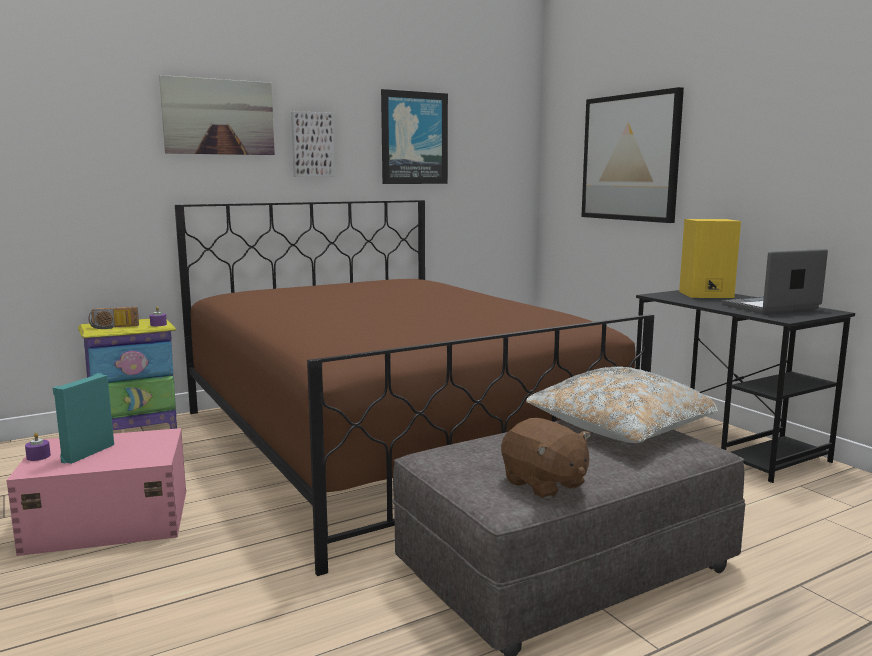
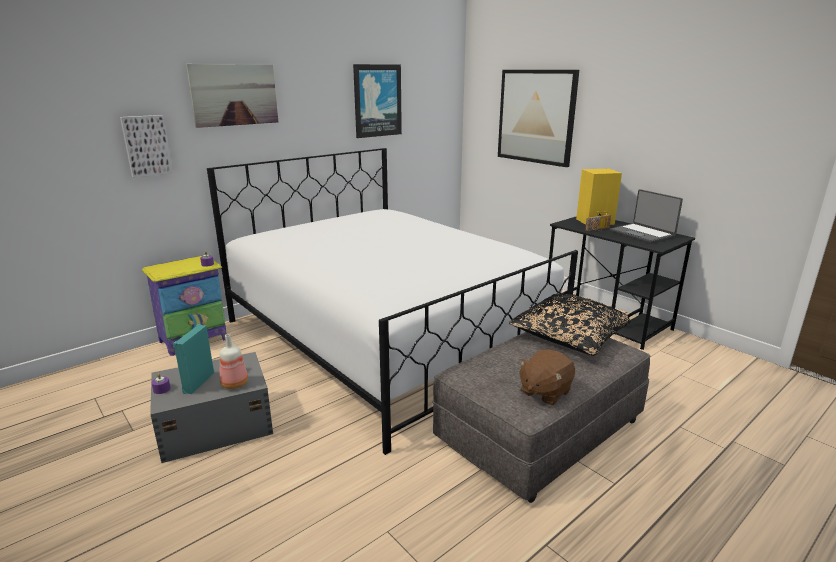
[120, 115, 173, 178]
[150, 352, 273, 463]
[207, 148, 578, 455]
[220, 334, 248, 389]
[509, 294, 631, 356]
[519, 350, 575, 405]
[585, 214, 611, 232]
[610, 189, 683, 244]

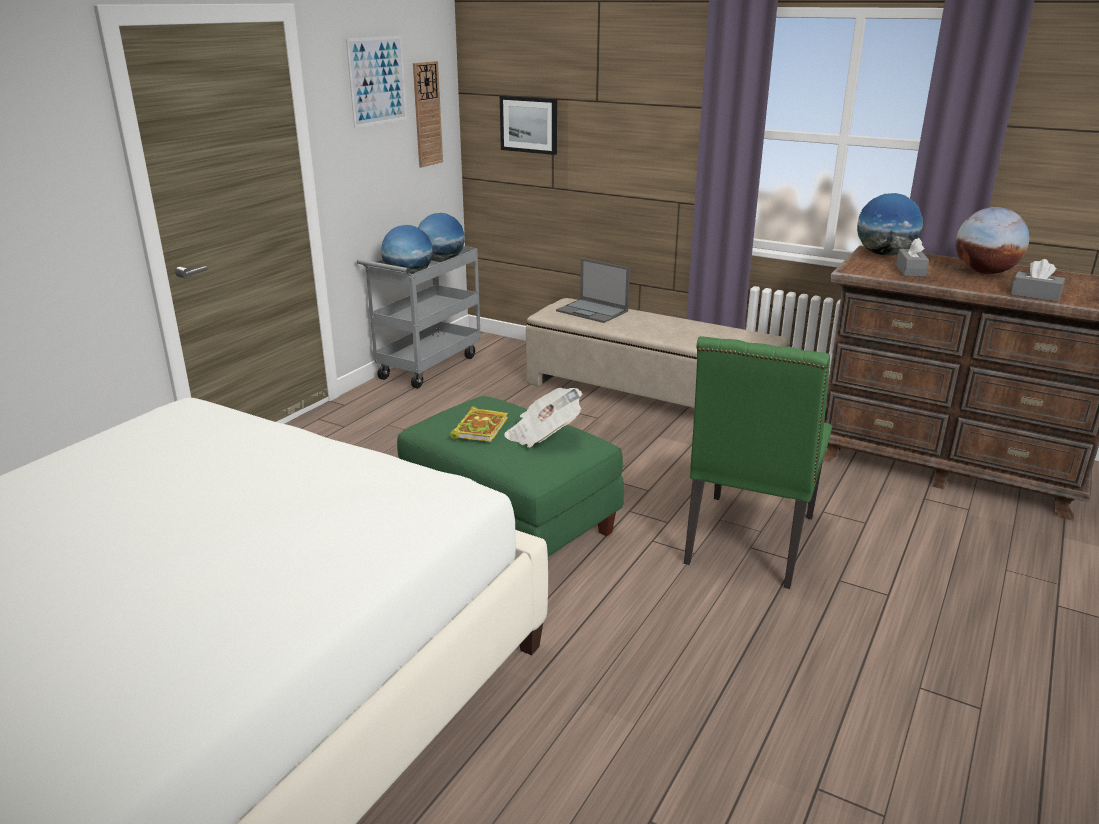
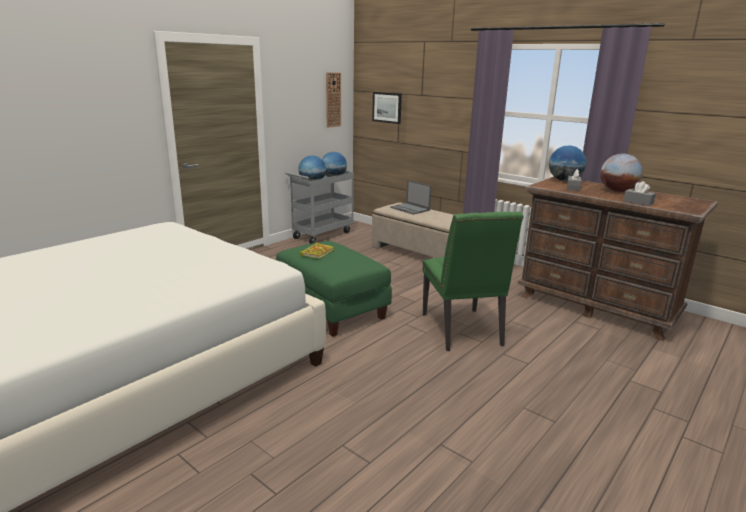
[422, 211, 524, 351]
[346, 36, 407, 128] (first image)
[504, 388, 582, 447] (first image)

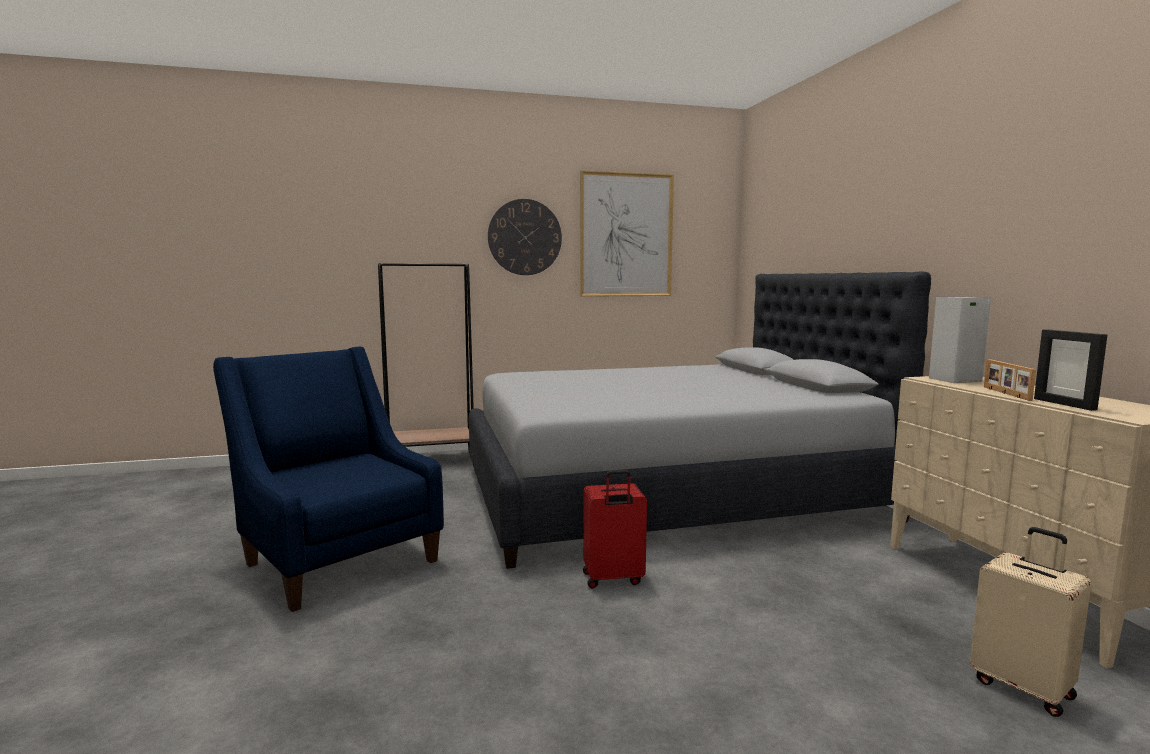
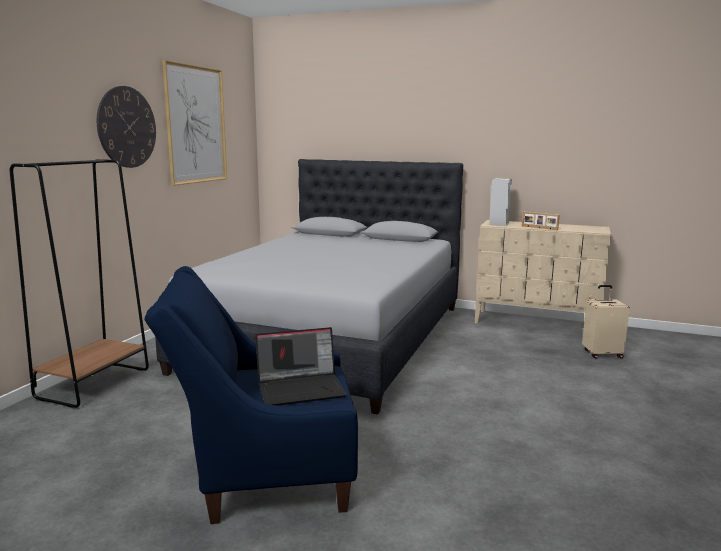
[255, 327, 347, 406]
[583, 470, 647, 588] (first image)
[1034, 329, 1107, 411] (first image)

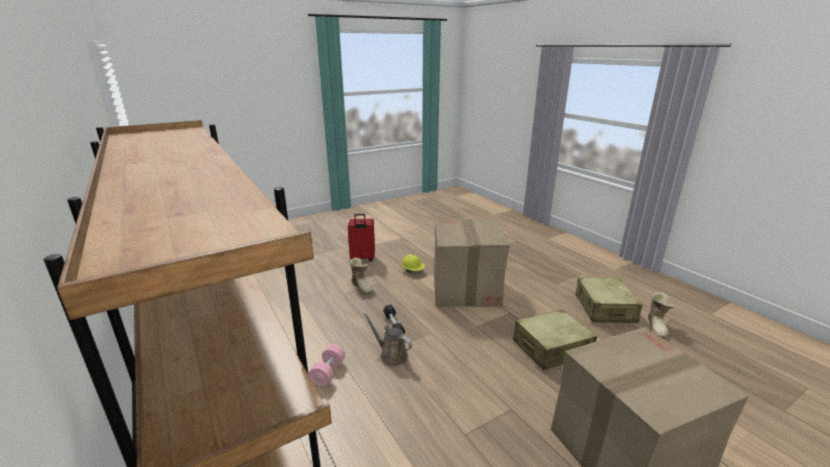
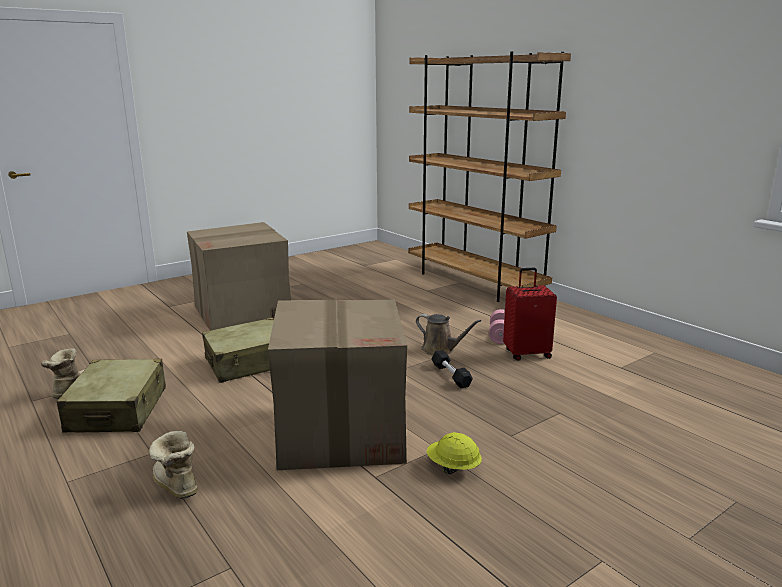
[149, 431, 198, 499]
[503, 268, 557, 361]

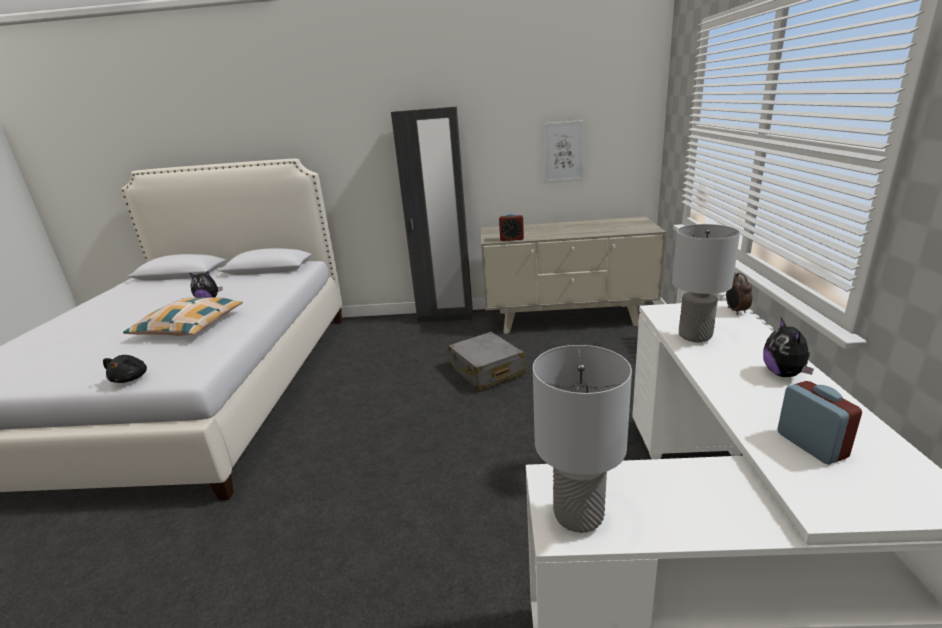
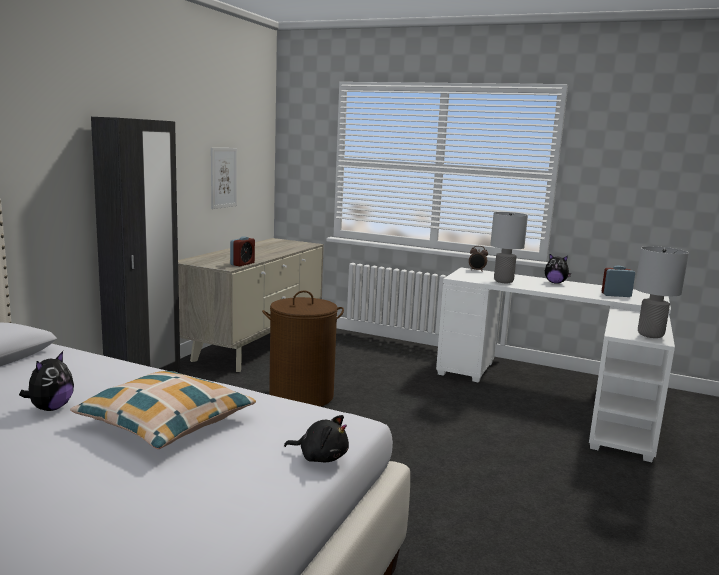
[262, 290, 344, 407]

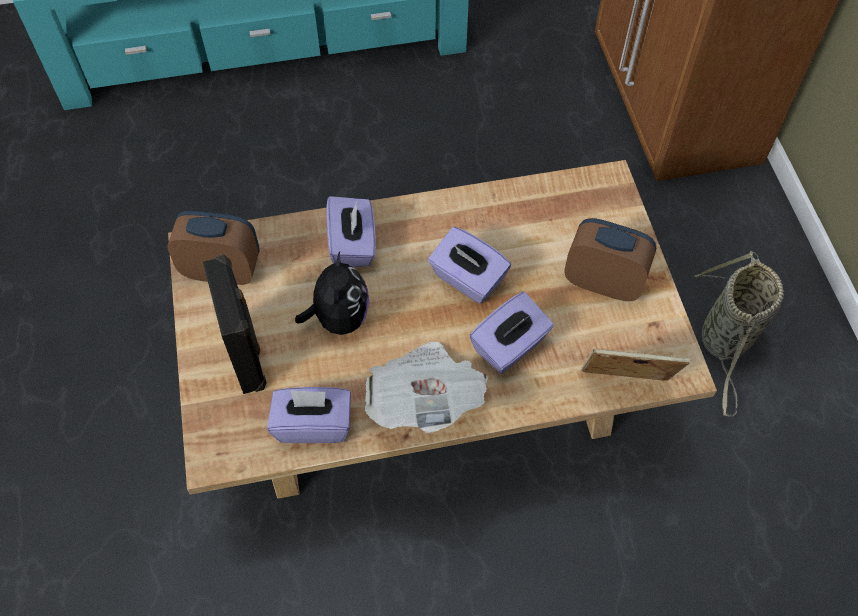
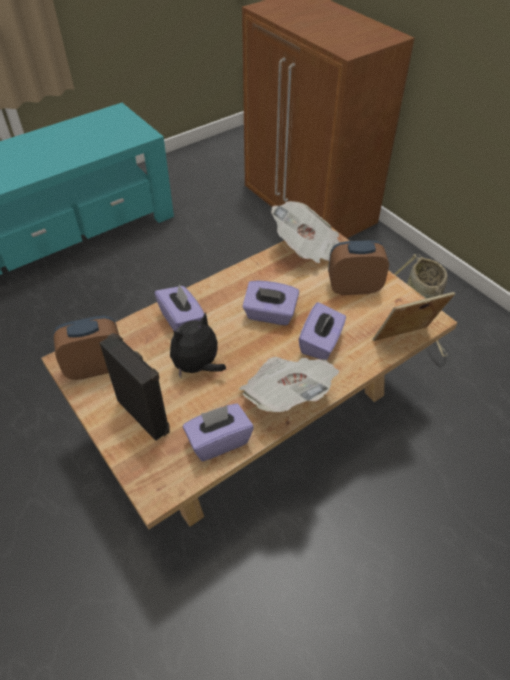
[170, 312, 226, 378]
[271, 201, 340, 263]

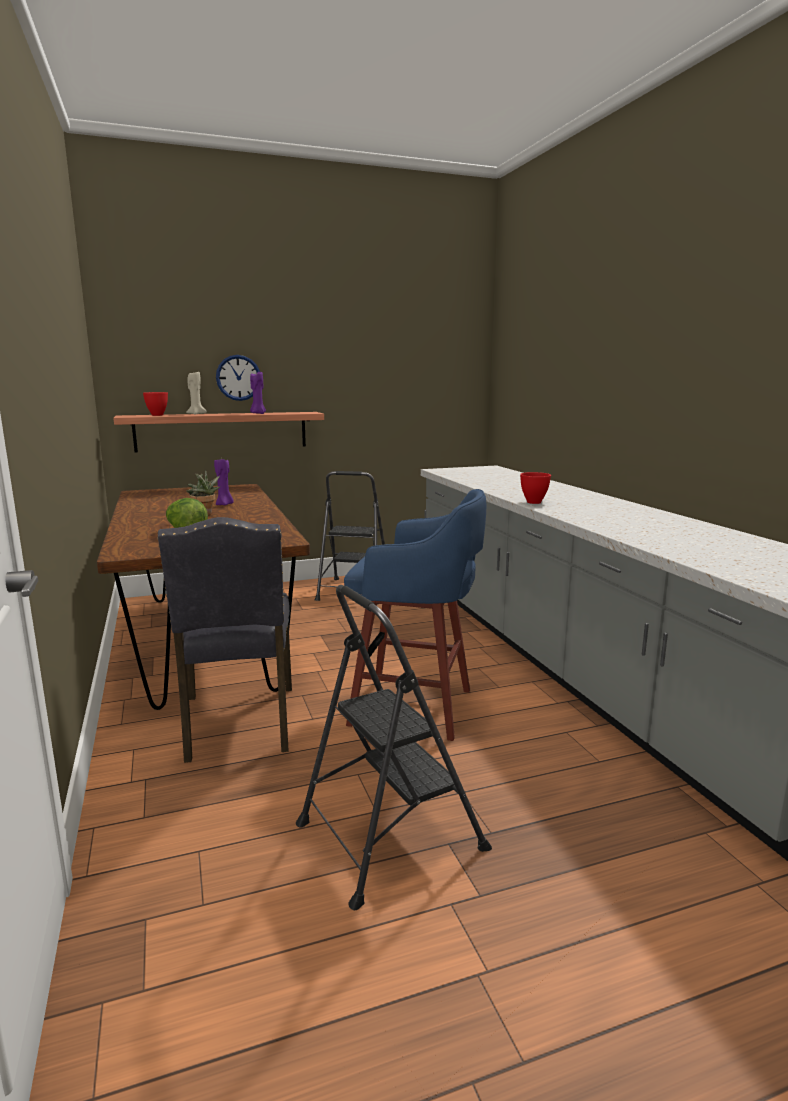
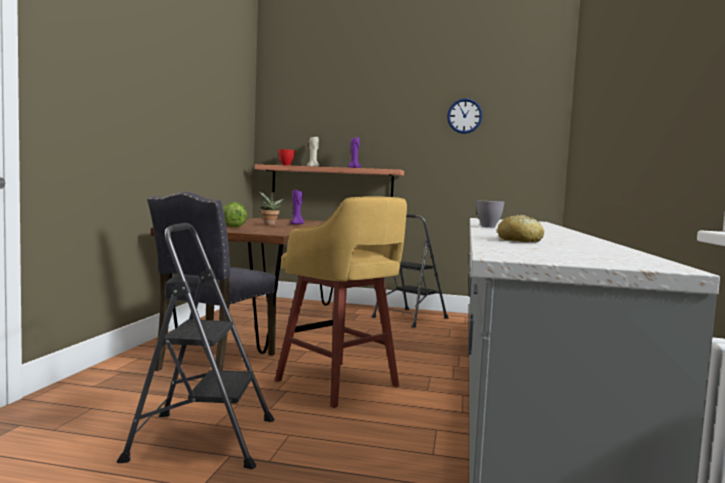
[275, 197, 407, 408]
[447, 98, 483, 134]
[476, 200, 504, 228]
[497, 215, 544, 242]

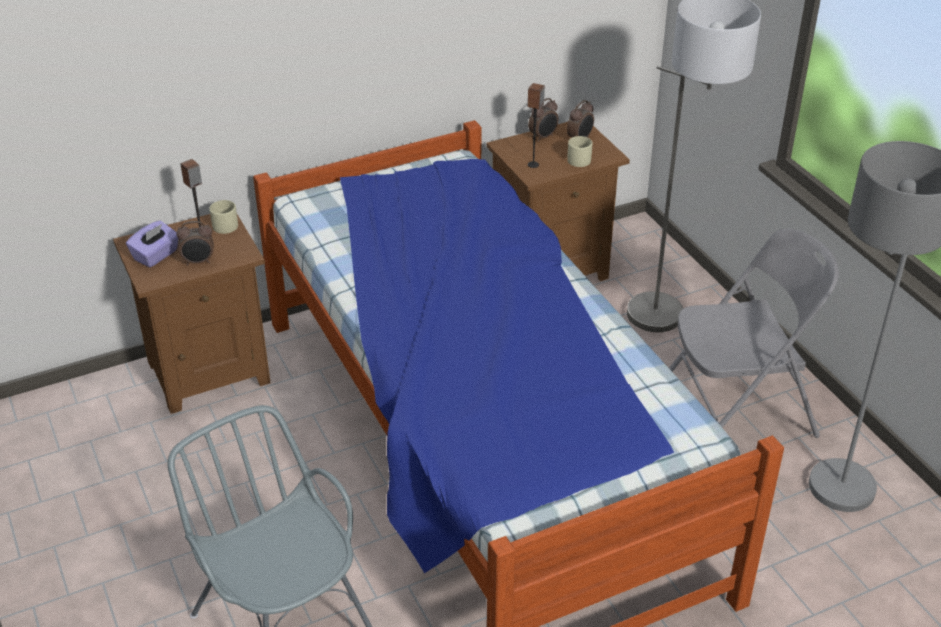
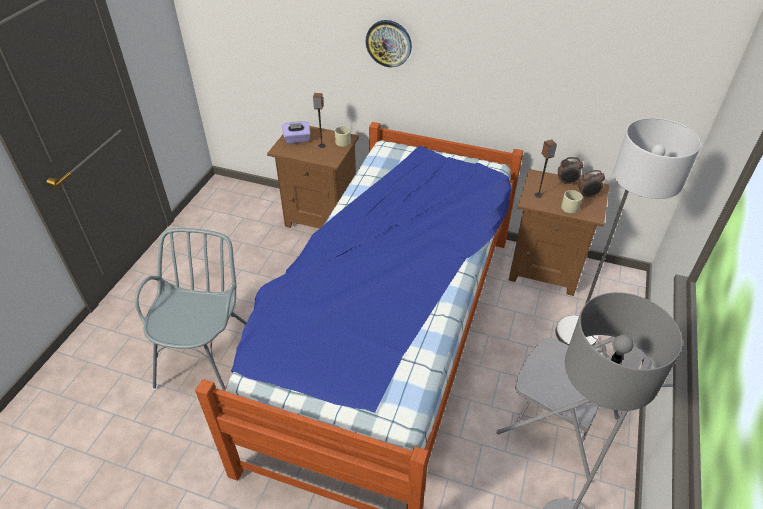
[366, 20, 412, 67]
[176, 221, 214, 266] (first image)

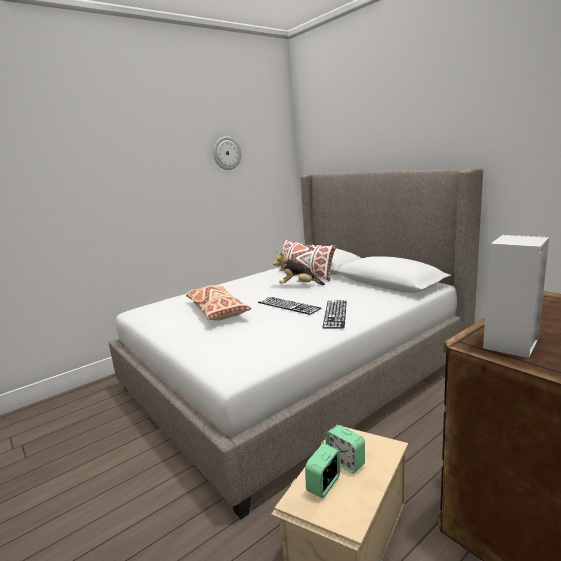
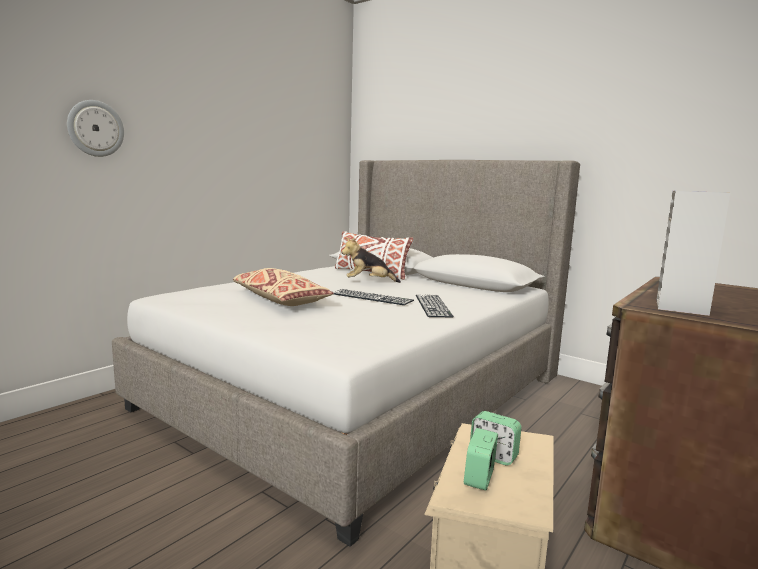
[67, 100, 124, 157]

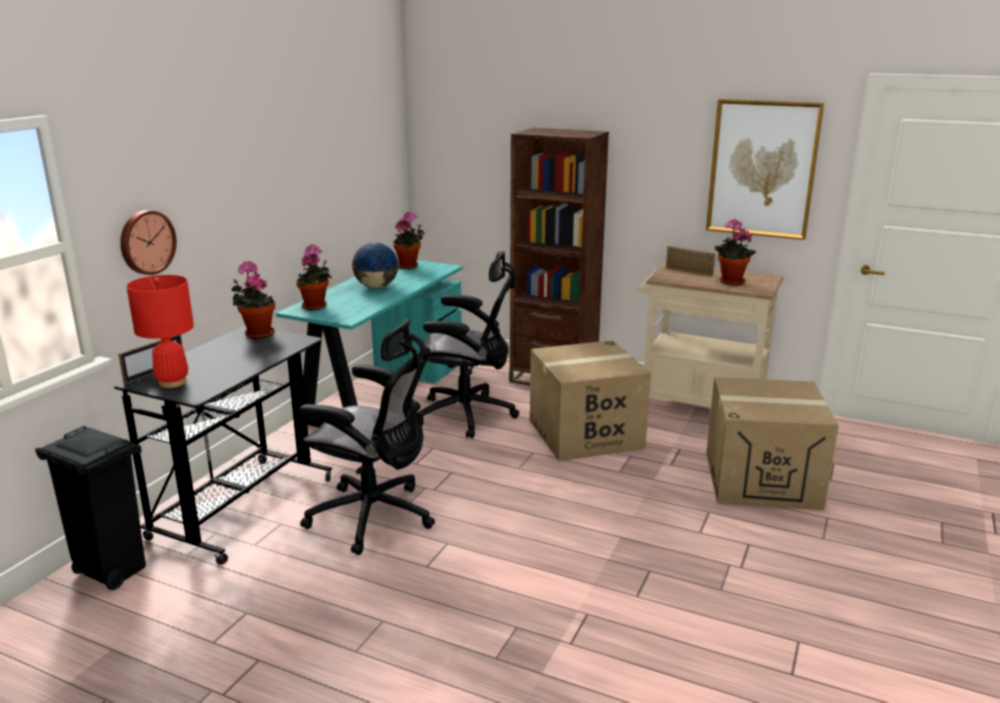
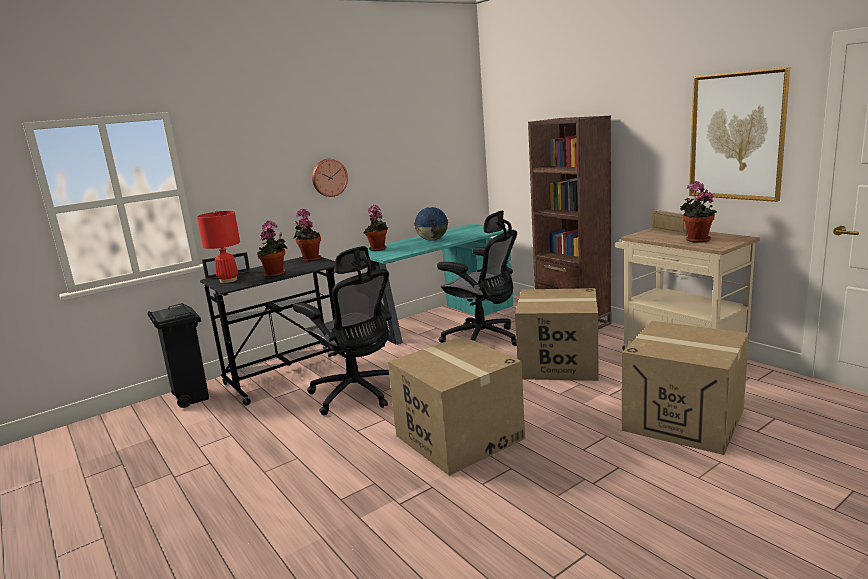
[257, 220, 288, 277]
[312, 159, 348, 197]
[388, 336, 525, 476]

